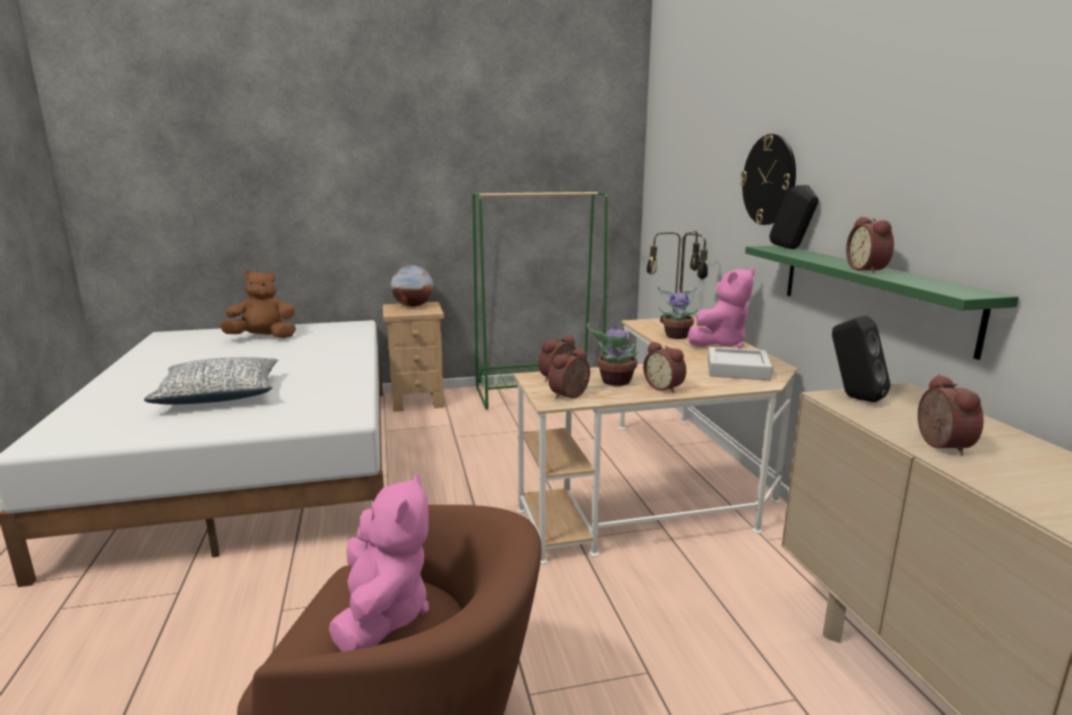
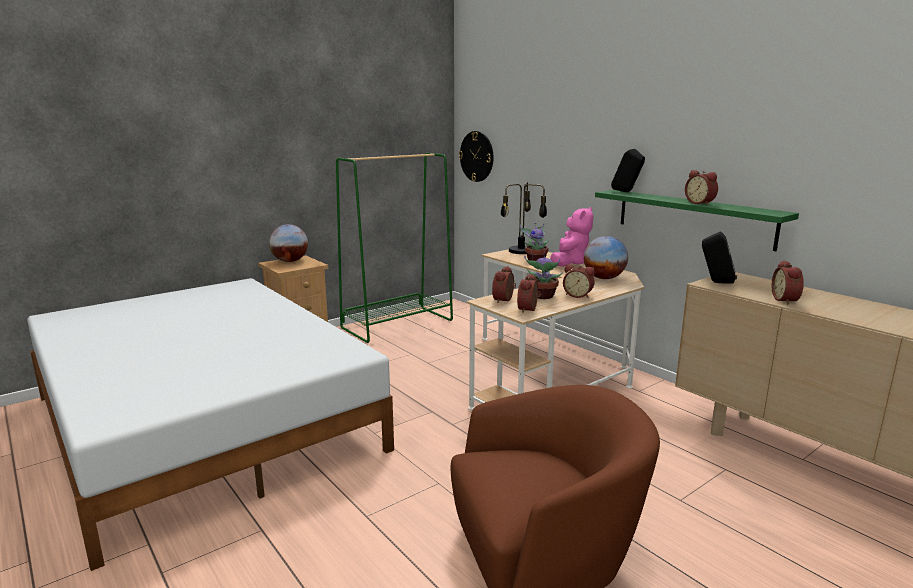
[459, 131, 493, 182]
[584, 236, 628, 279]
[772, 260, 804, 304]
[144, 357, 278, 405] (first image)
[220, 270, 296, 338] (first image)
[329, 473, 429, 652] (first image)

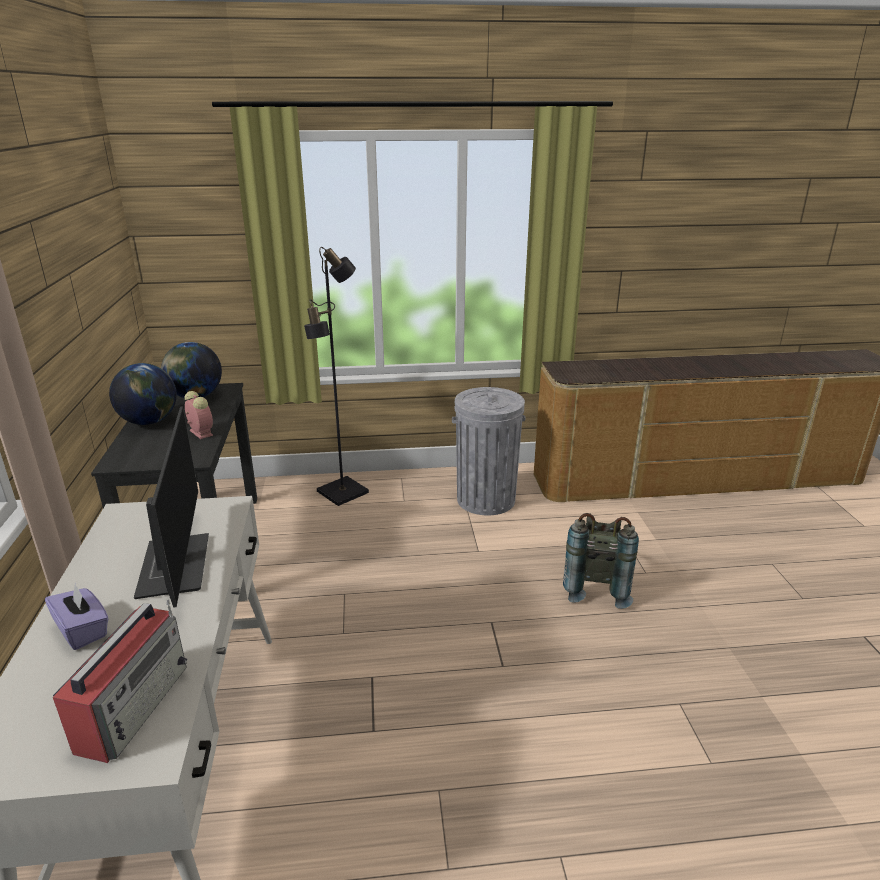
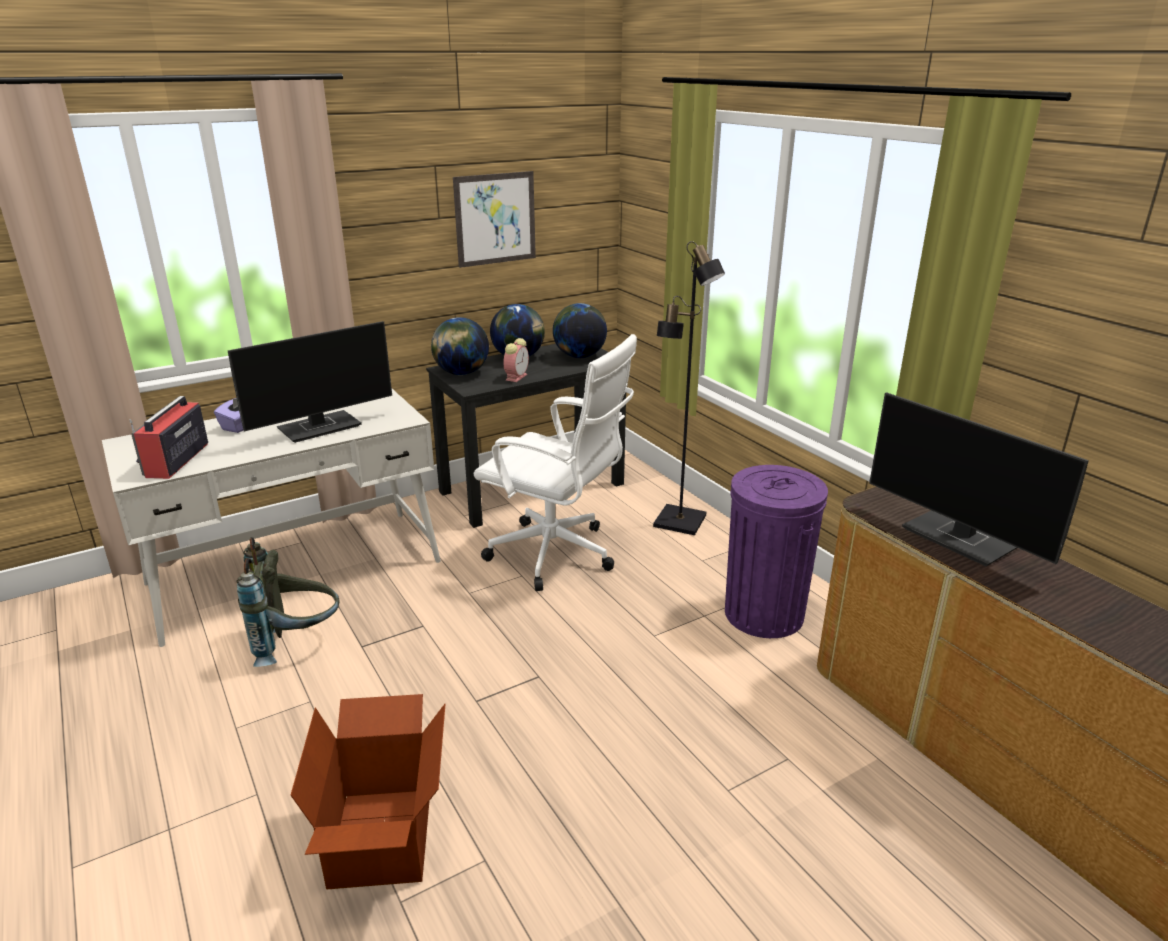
[129, 396, 208, 479]
[236, 537, 340, 667]
[291, 694, 445, 889]
[431, 317, 489, 375]
[453, 171, 536, 268]
[474, 334, 637, 591]
[725, 465, 828, 638]
[869, 392, 1089, 566]

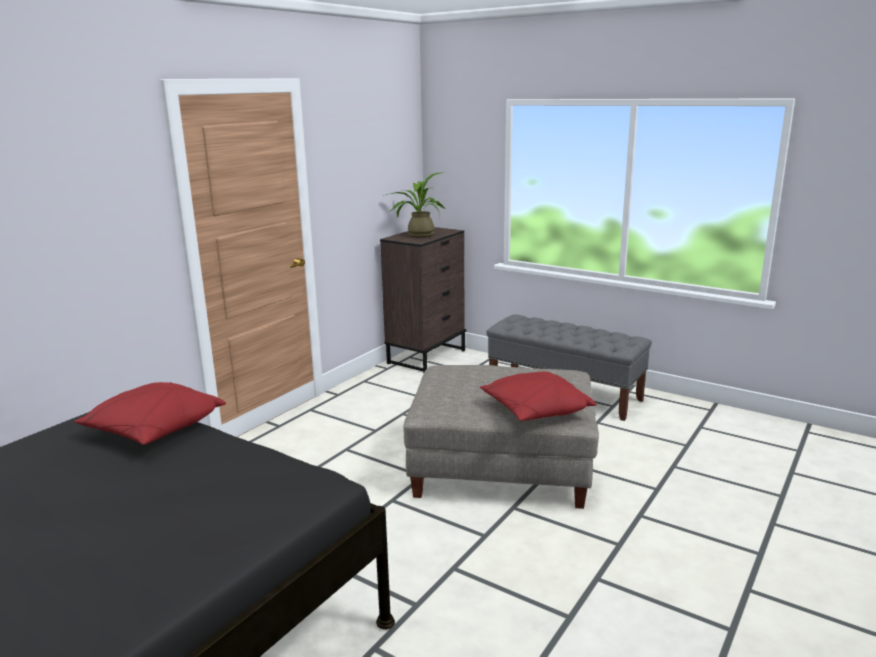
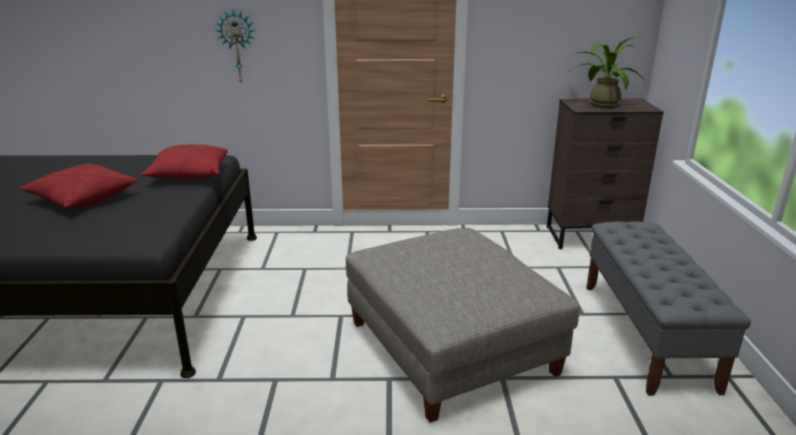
[20, 164, 138, 208]
[215, 9, 256, 82]

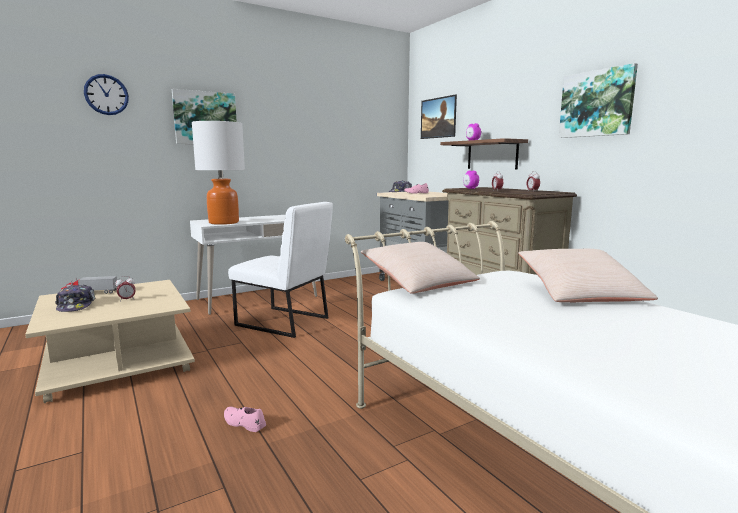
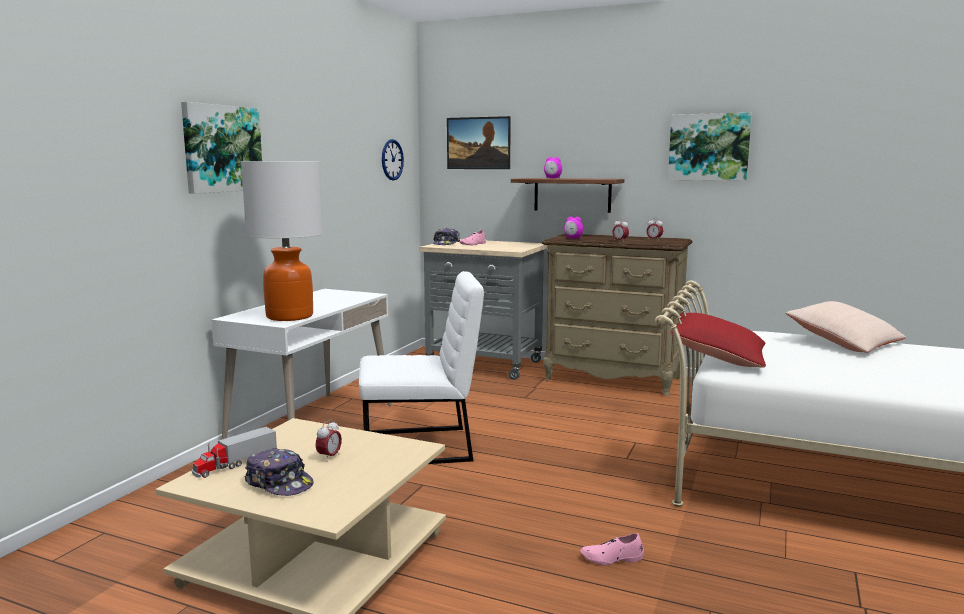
[382, 139, 404, 181]
[670, 313, 766, 368]

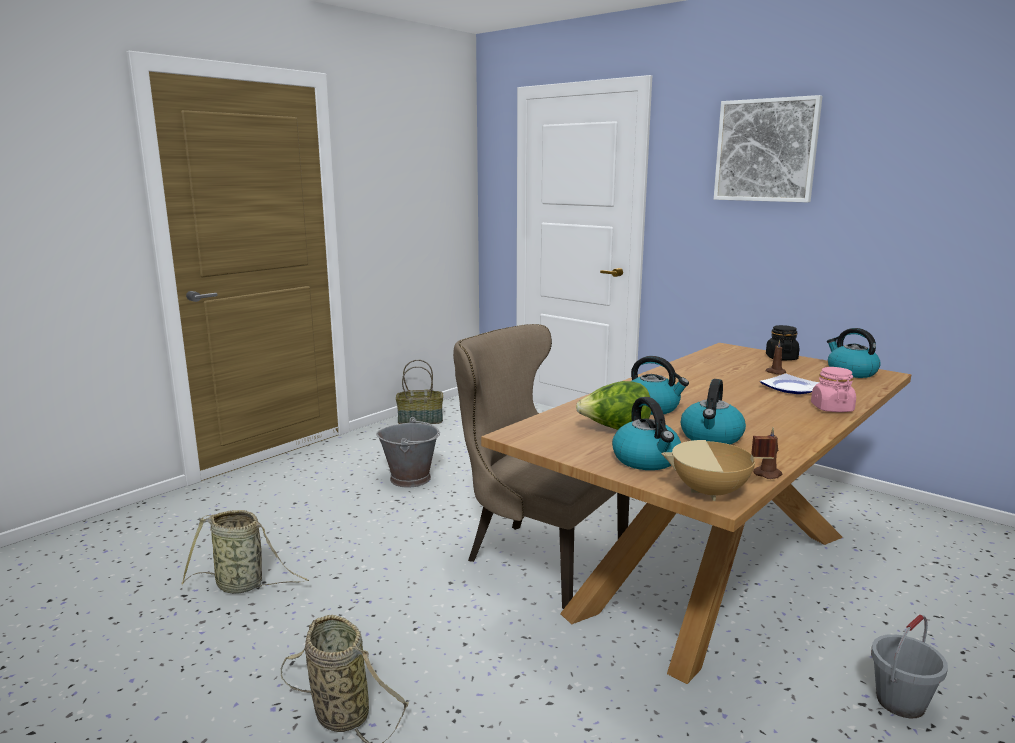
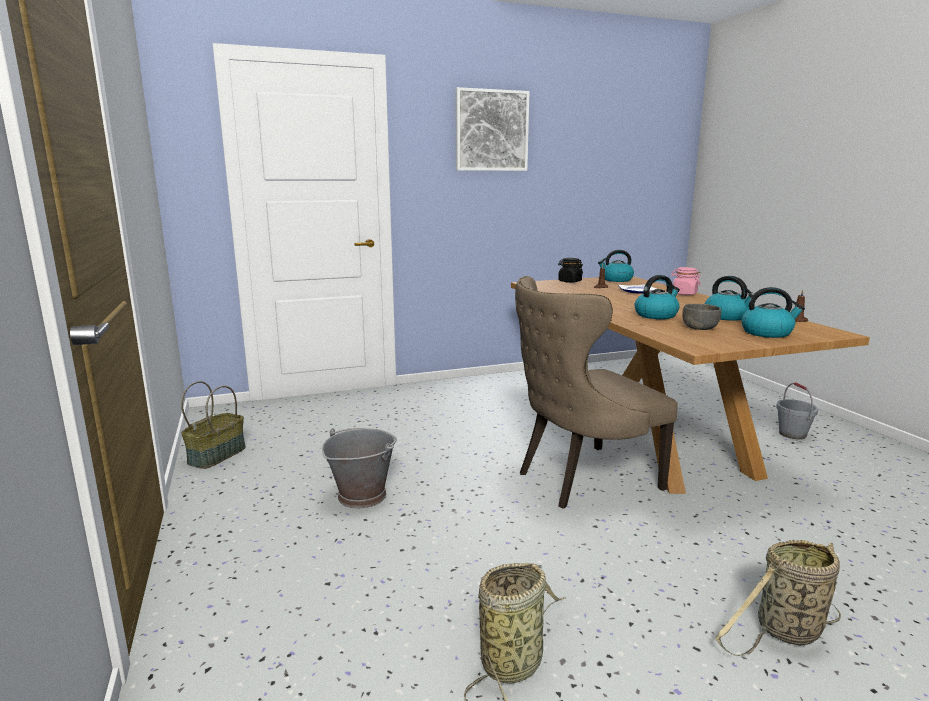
[682, 304, 721, 330]
[662, 436, 776, 501] (first image)

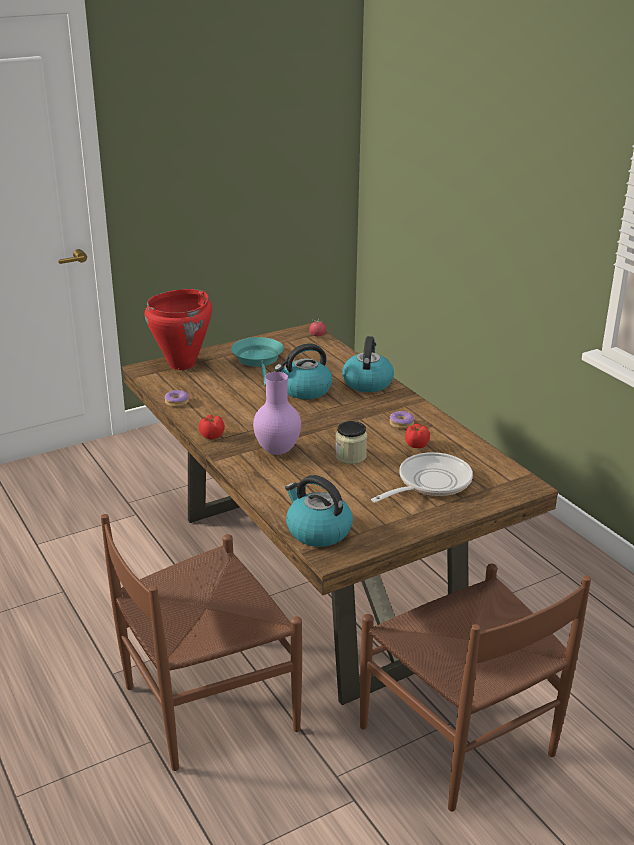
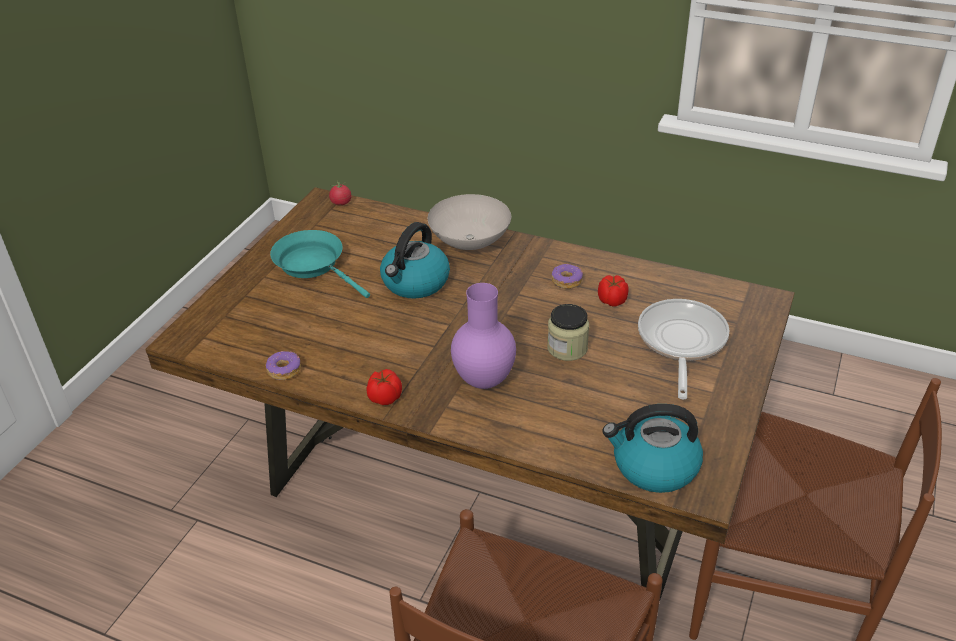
[428, 194, 511, 250]
[145, 289, 212, 370] (first image)

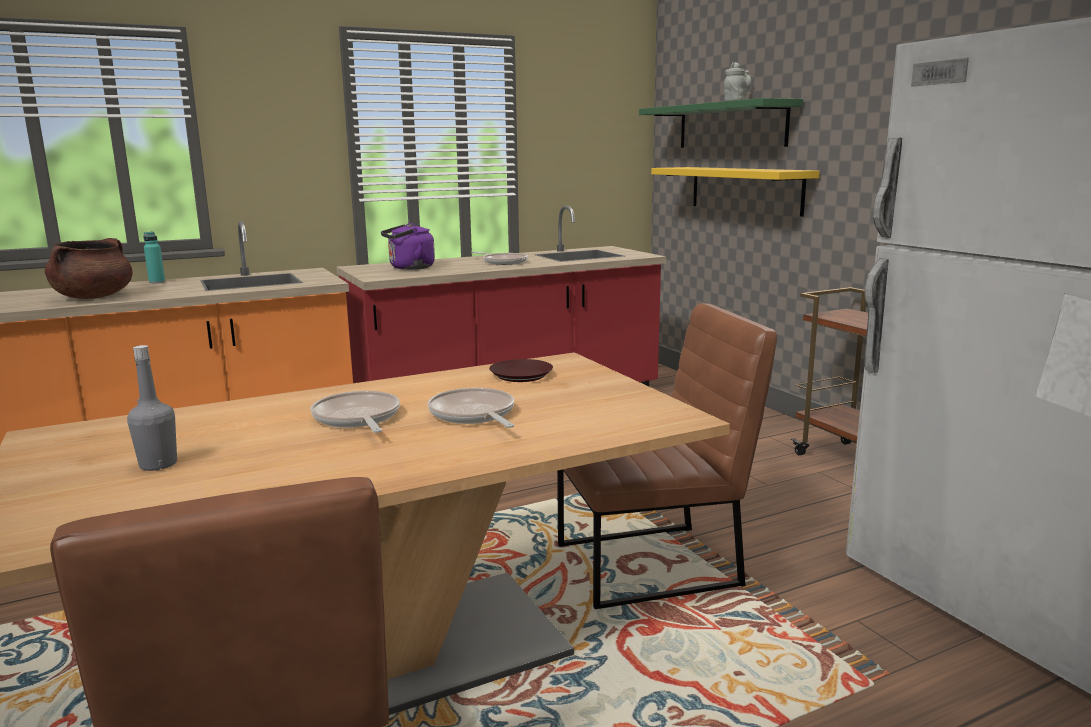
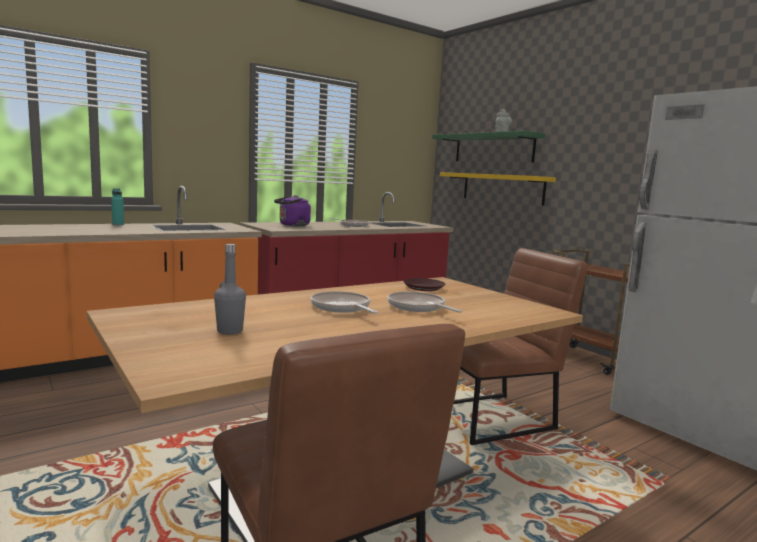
[45, 238, 132, 299] (first image)

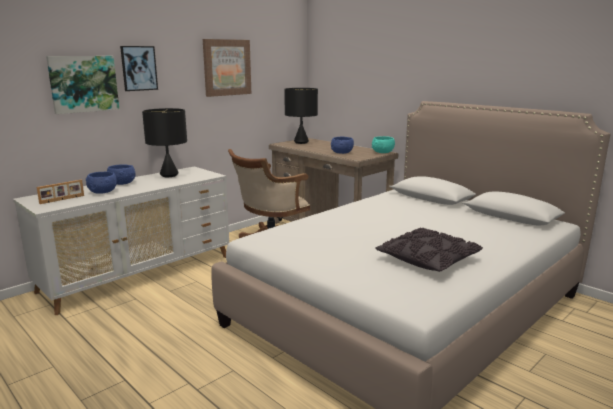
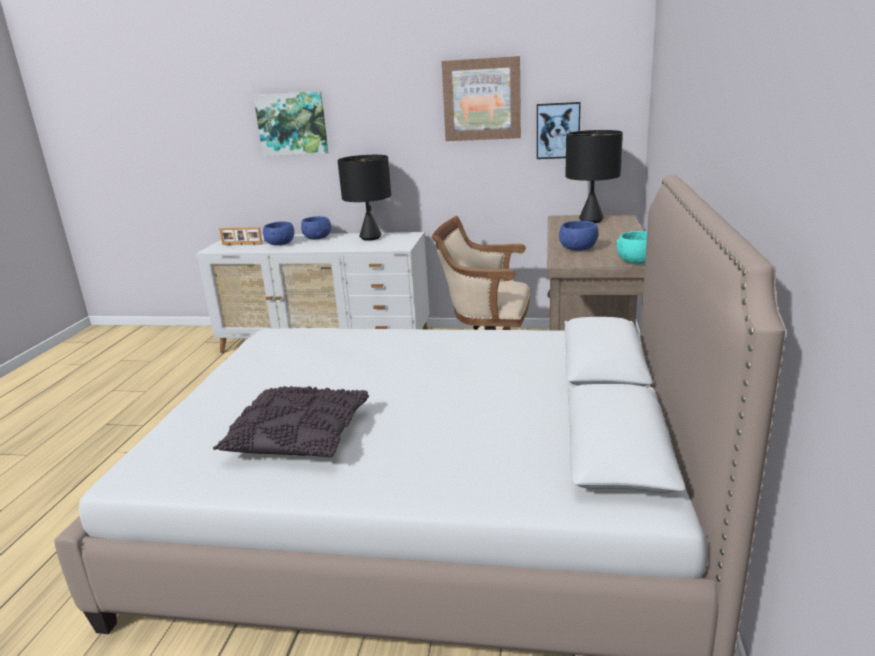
[537, 102, 581, 159]

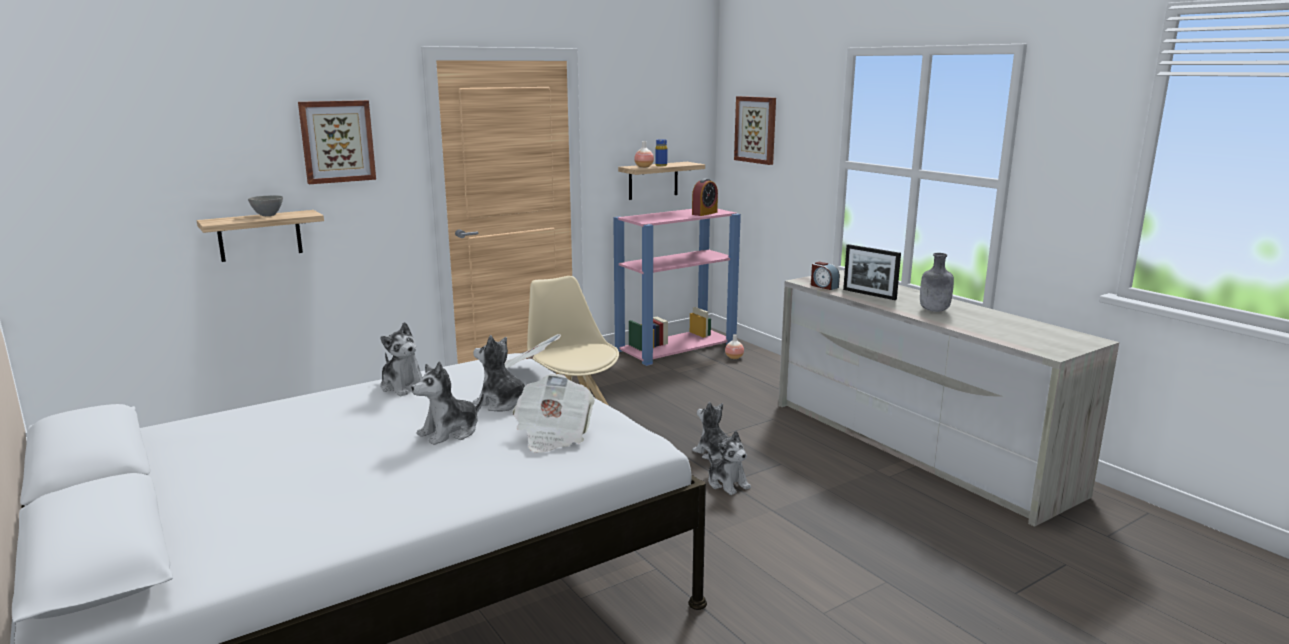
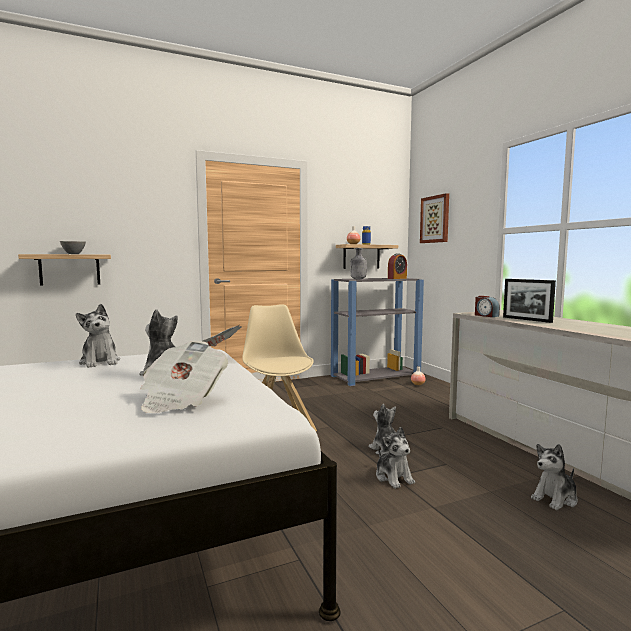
[331, 278, 424, 386]
[350, 248, 367, 279]
[531, 444, 578, 510]
[298, 100, 376, 184] (first image)

